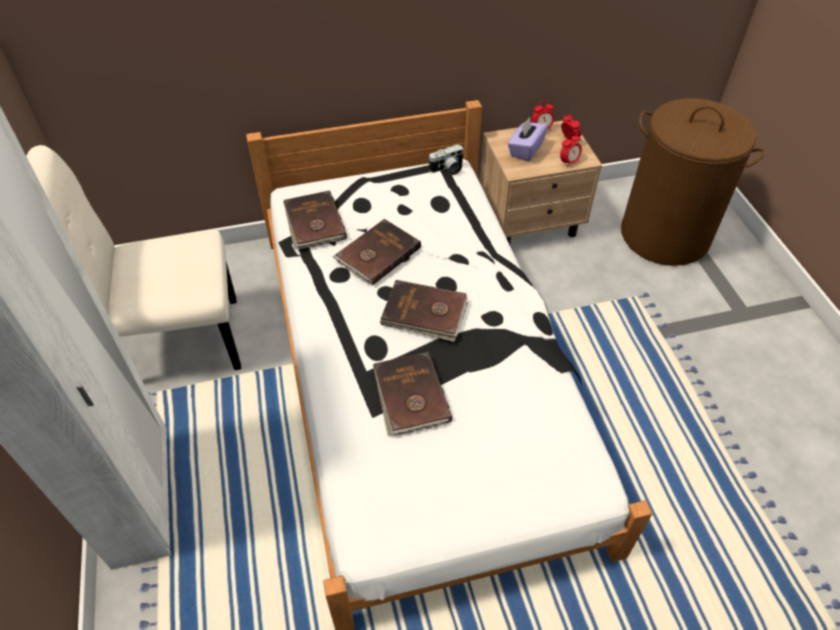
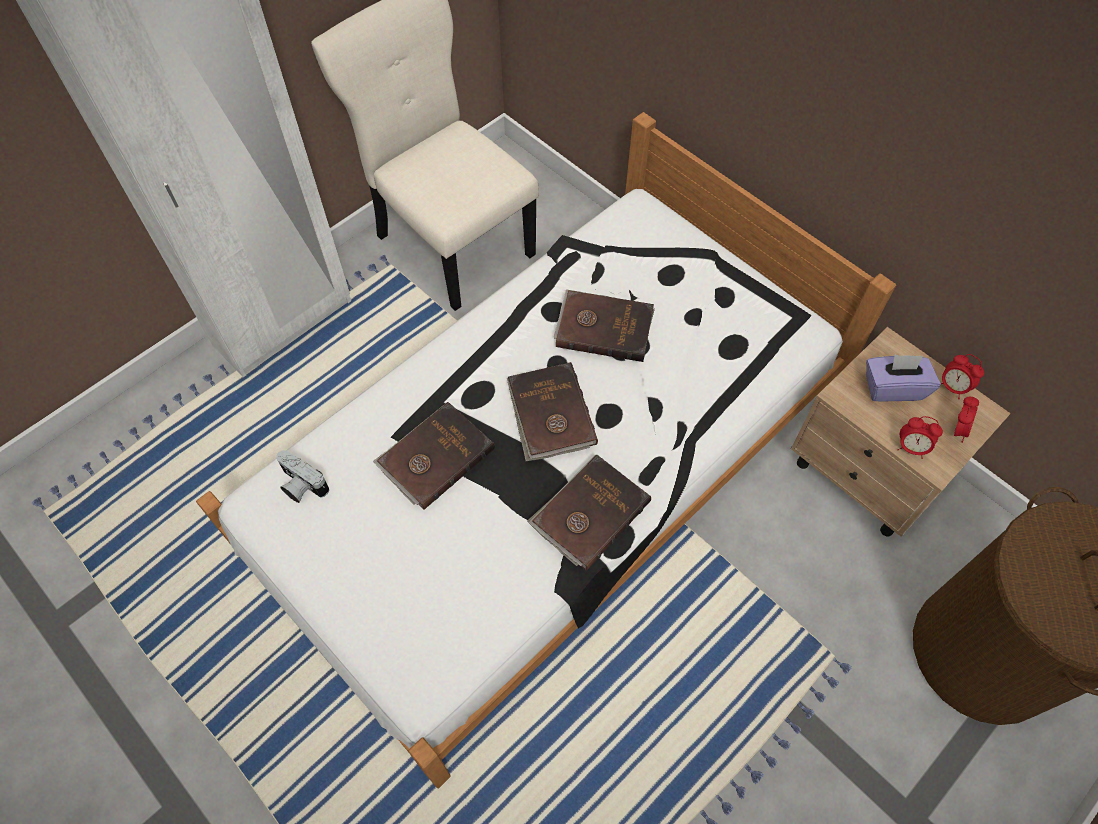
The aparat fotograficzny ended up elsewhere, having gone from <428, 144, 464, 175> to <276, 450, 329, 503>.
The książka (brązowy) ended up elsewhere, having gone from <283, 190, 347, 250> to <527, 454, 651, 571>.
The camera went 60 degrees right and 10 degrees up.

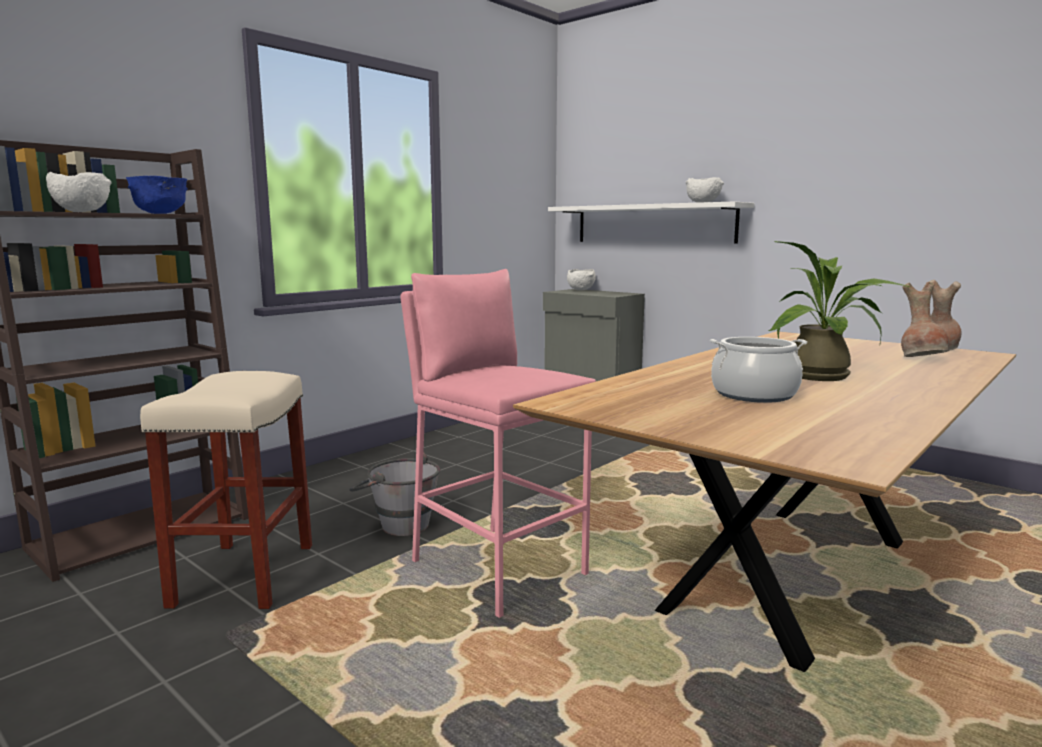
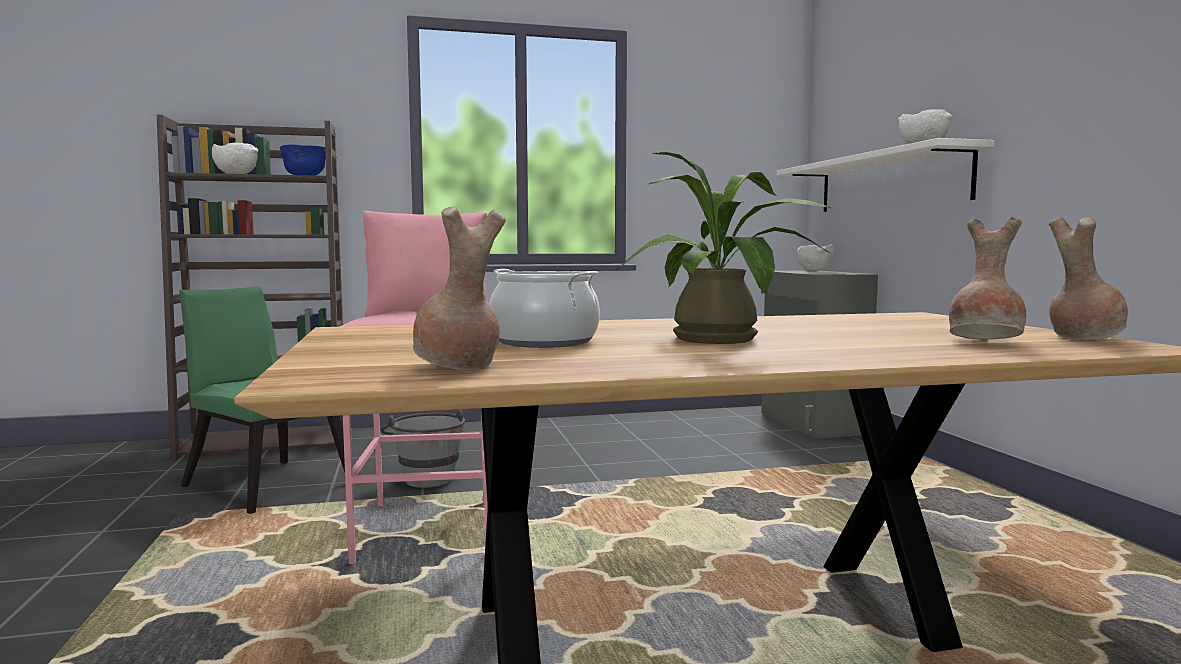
Where the stołek (beżowy) stood at <140, 371, 312, 609>, the krzesło (zielony) came to stand at <179, 286, 345, 514>.
The second view gained the wazon (brązowy) at <413, 206, 506, 370>.
The camera went 35 degrees right and 5 degrees down.

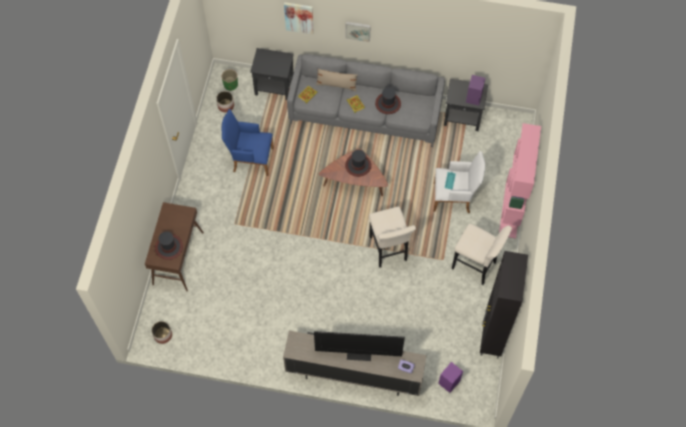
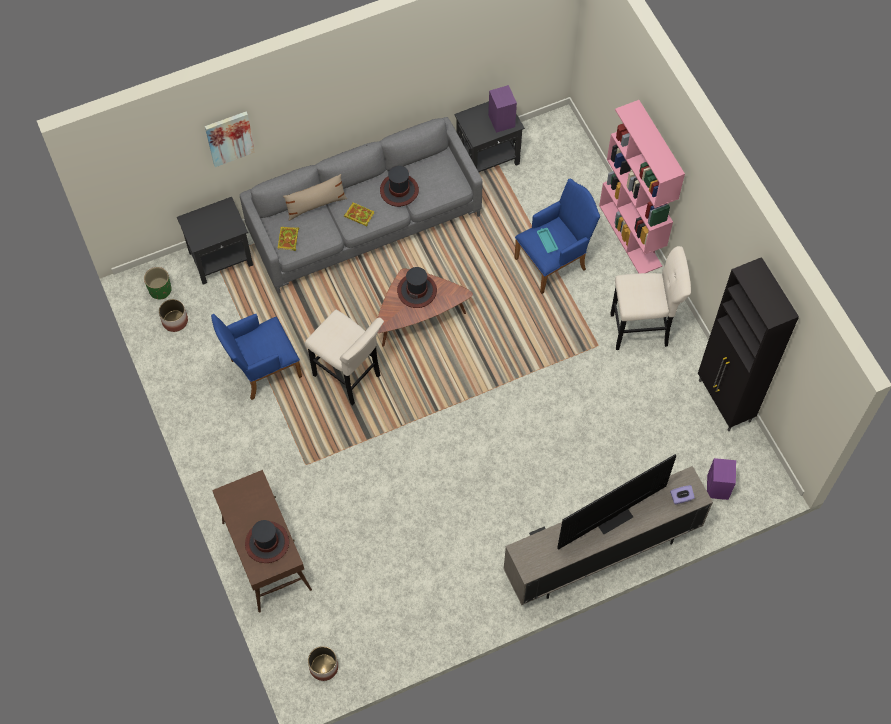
The second view lost the obraz at <346, 21, 371, 42>.
What was the fotel (biały) at <434, 151, 485, 213> turned into the fotel (niebieski) at <515, 179, 600, 294>.
The stołek (beżowy) ended up elsewhere, having gone from <369, 207, 416, 268> to <305, 310, 384, 406>.
The camera went 35 degrees left and 0 degrees up.

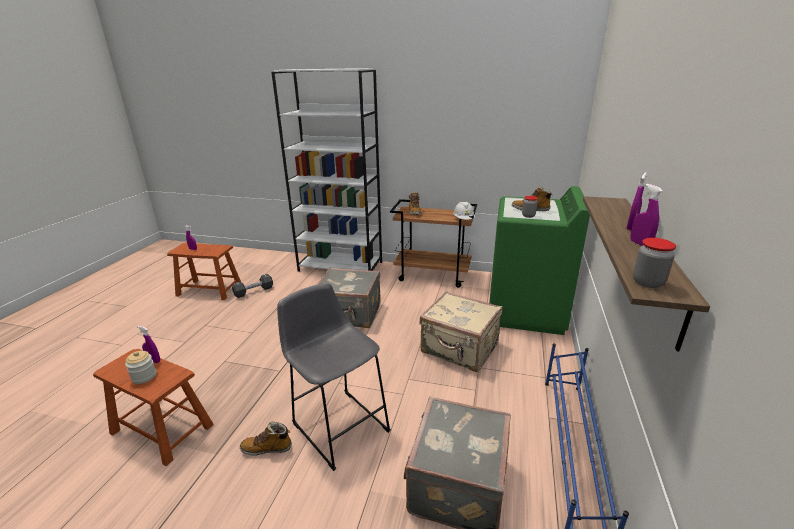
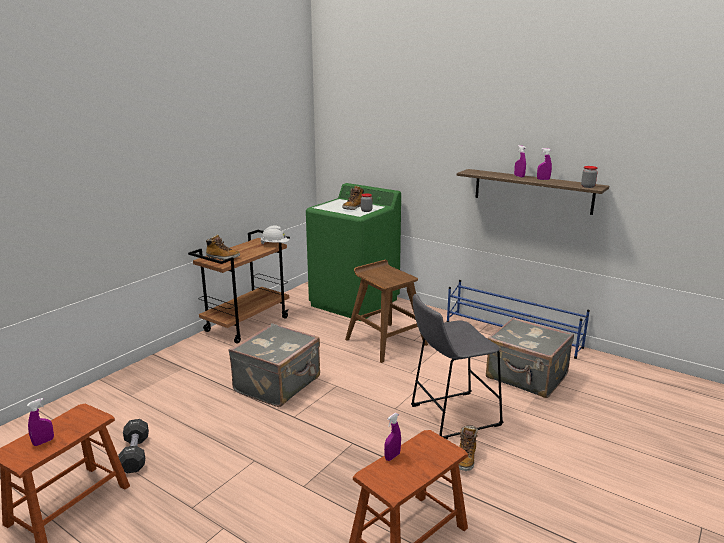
The second view lost the regał (biały) at <271, 68, 382, 272>.
Where the walizka (beżowy) stood at <419, 291, 503, 372>, the stołek (brązowy) came to stand at <345, 260, 428, 363>.
The second view lost the słoik at <125, 351, 156, 384>.
The camera went 70 degrees left and 5 degrees down.

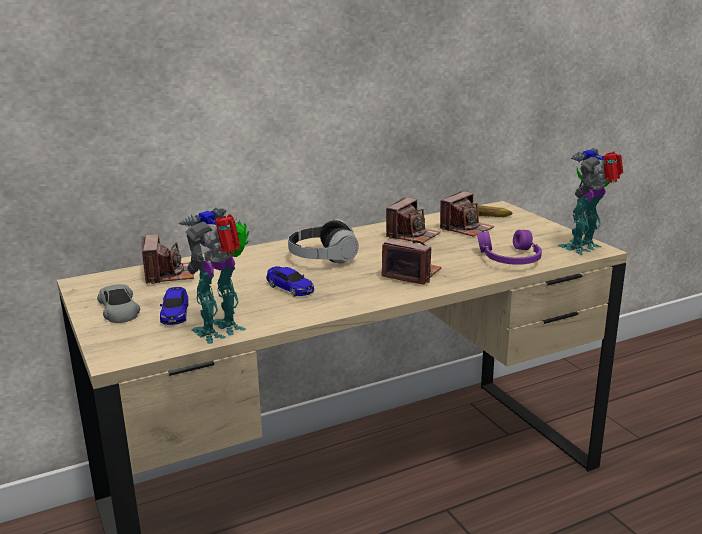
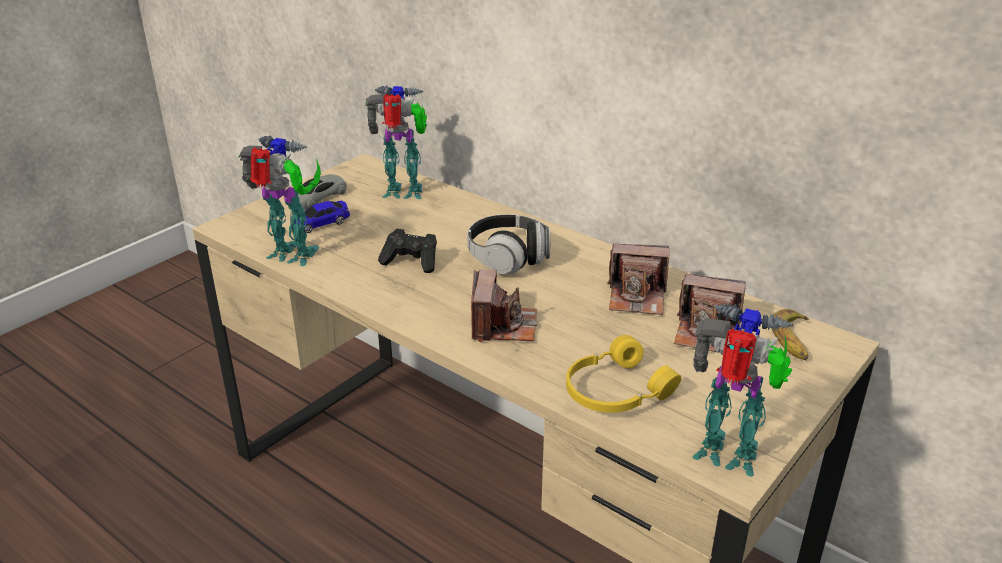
What was the słuchawki (fioletowy) at <477, 230, 542, 265> turned into the słuchawki (żółty) at <566, 335, 681, 413>.
Where the aparat fotograficzny stood at <141, 234, 194, 284>, the robot zabawkowy came to stand at <365, 85, 427, 199>.
Where the samochodzik stood at <266, 266, 314, 297>, the pad do gier (czarny) came to stand at <378, 229, 437, 273>.
The camera went 65 degrees right and 10 degrees up.

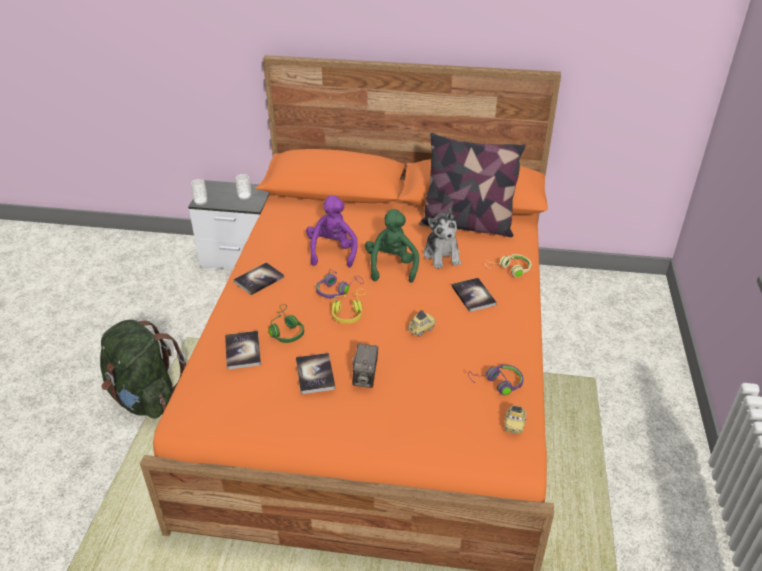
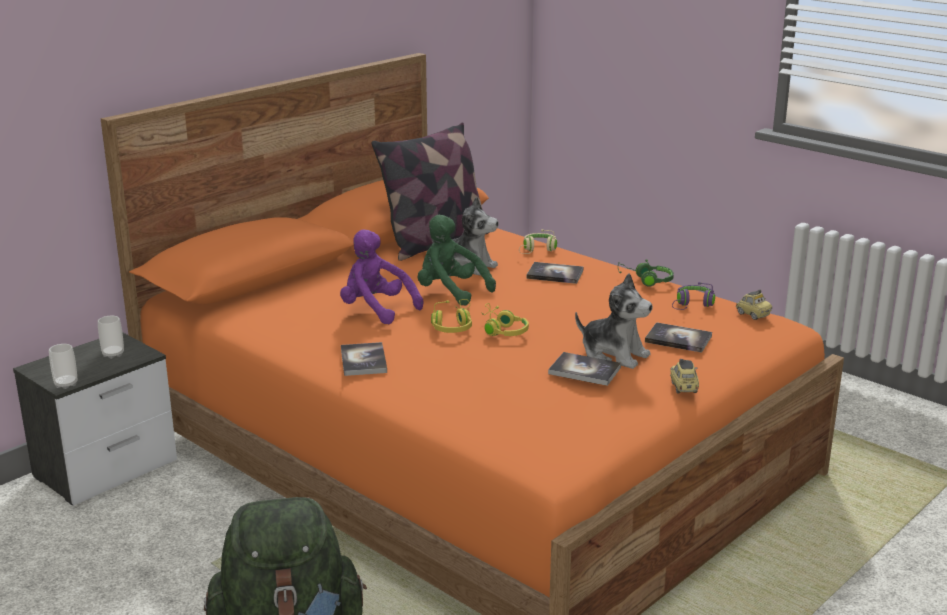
What was the słuchawki (fioletowy) at <316, 269, 364, 298> turned into the słuchawki (żółty) at <431, 299, 472, 333>.
The słuchawki (zielony) ended up elsewhere, having gone from <269, 304, 304, 343> to <618, 259, 674, 287>.
The samochodzik ended up elsewhere, having gone from <407, 310, 436, 337> to <670, 359, 699, 394>.
The książka ended up elsewhere, having gone from <225, 331, 261, 370> to <645, 322, 712, 353>.
Where the aparat fotograficzny stood at <352, 343, 378, 388>, the pluszak came to stand at <575, 273, 653, 369>.
The camera went 55 degrees left and 15 degrees down.

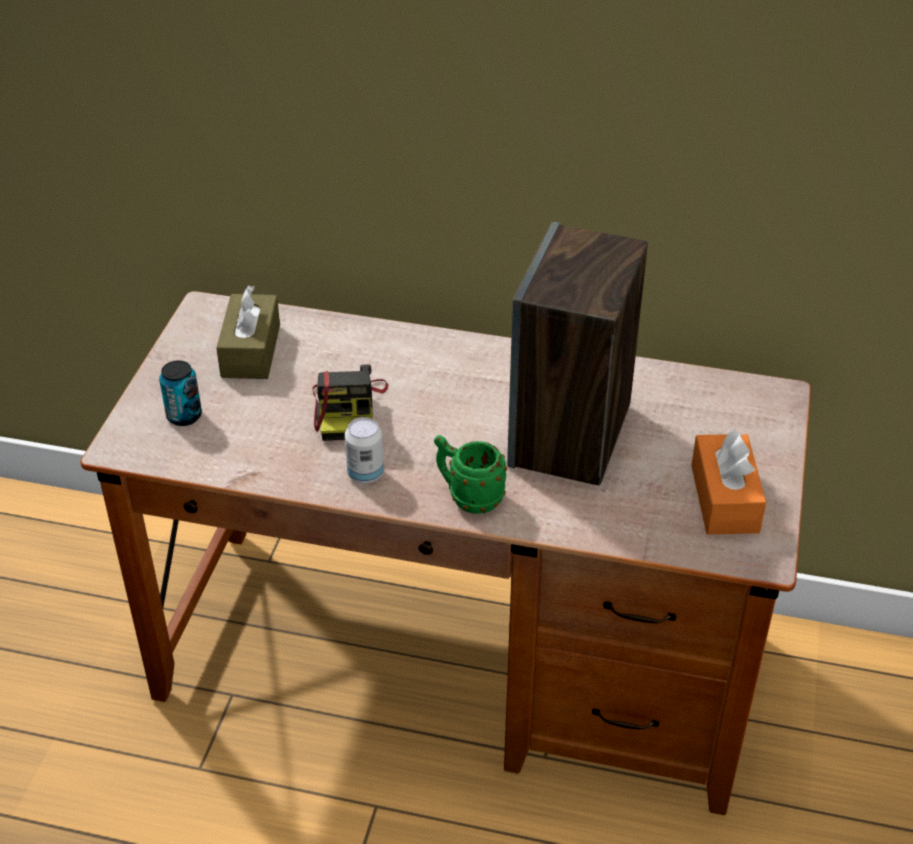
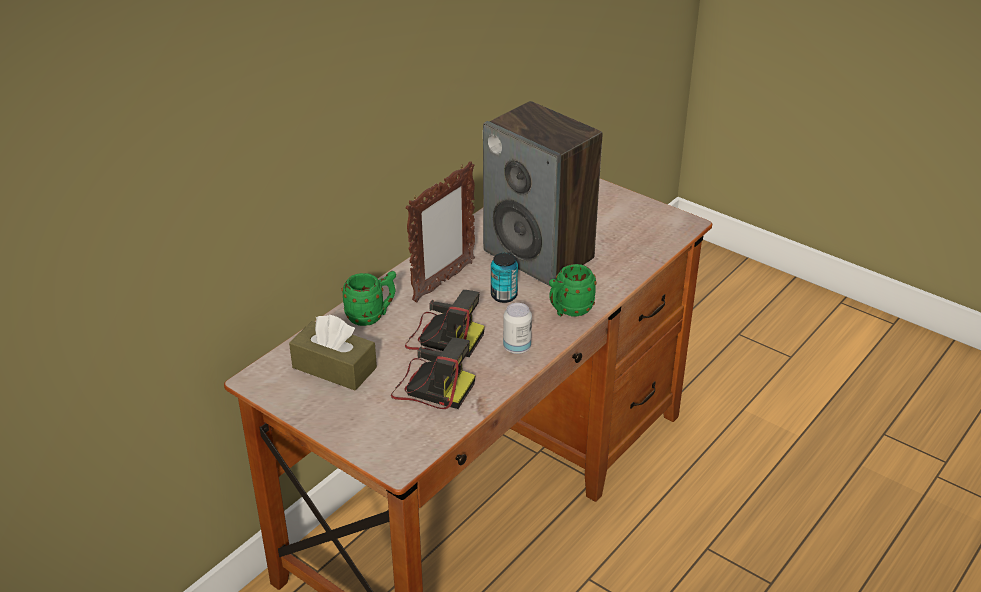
The puszka ended up elsewhere, having gone from <159, 360, 202, 426> to <491, 253, 518, 303>.
The second view lost the pudełko chusteczek (pomarańczowy) at <691, 429, 766, 534>.
The second view gained the ramka na zdjęcie at <406, 161, 475, 303>.
The second view gained the kubek (zielony) at <341, 271, 396, 326>.
The second view gained the aparat fotograficzny at <391, 338, 475, 409>.
The camera went 65 degrees left and 5 degrees down.

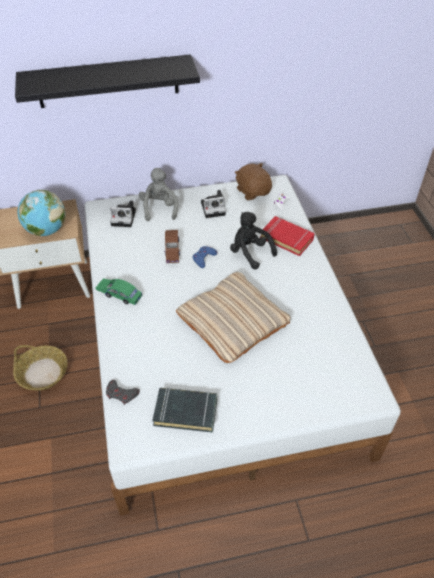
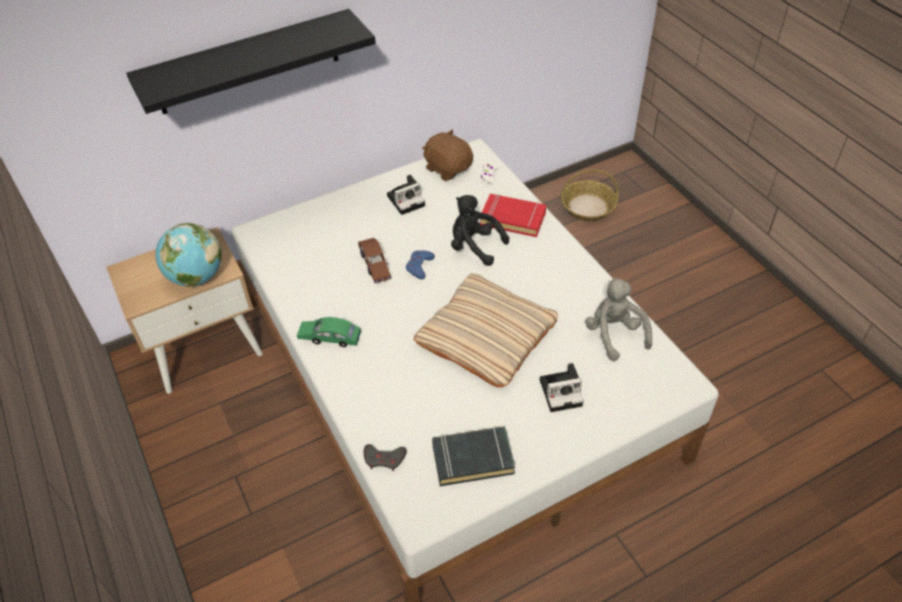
The pluszak (szary) ended up elsewhere, having gone from <139, 168, 178, 221> to <585, 277, 652, 361>.
The aparat fotograficzny ended up elsewhere, having gone from <110, 200, 136, 227> to <540, 363, 584, 412>.
The koszyk ended up elsewhere, having gone from <13, 345, 68, 391> to <561, 169, 619, 221>.
The camera went 15 degrees left and 0 degrees up.

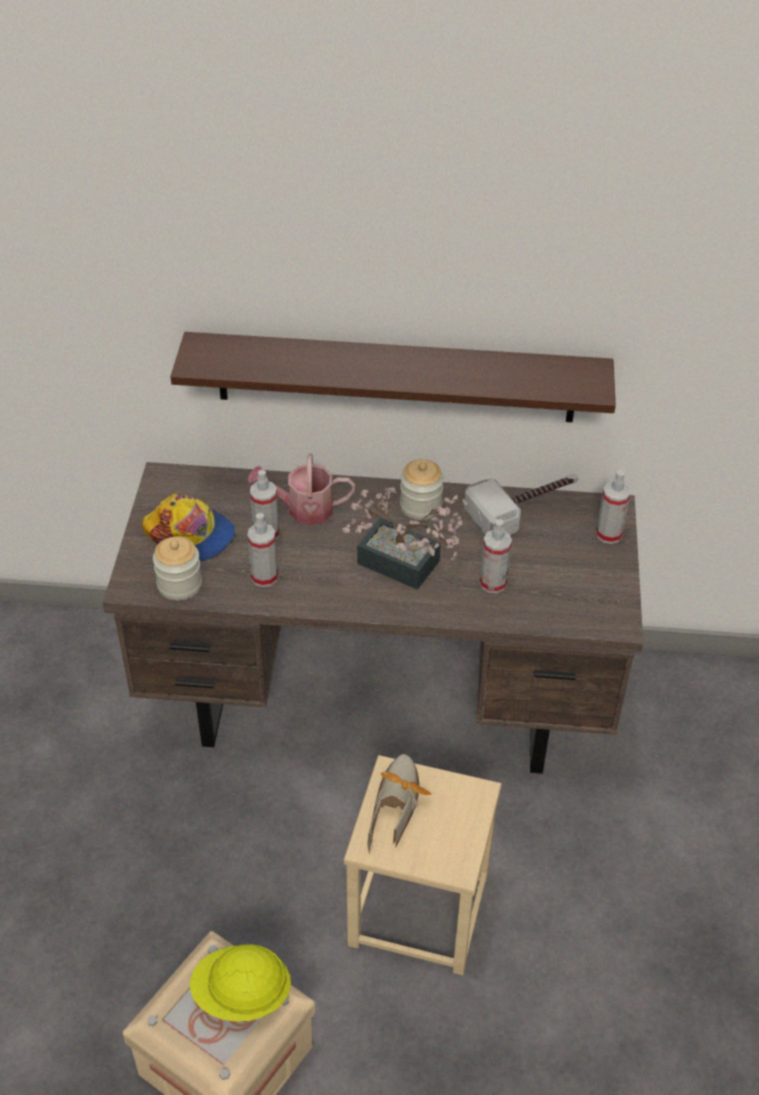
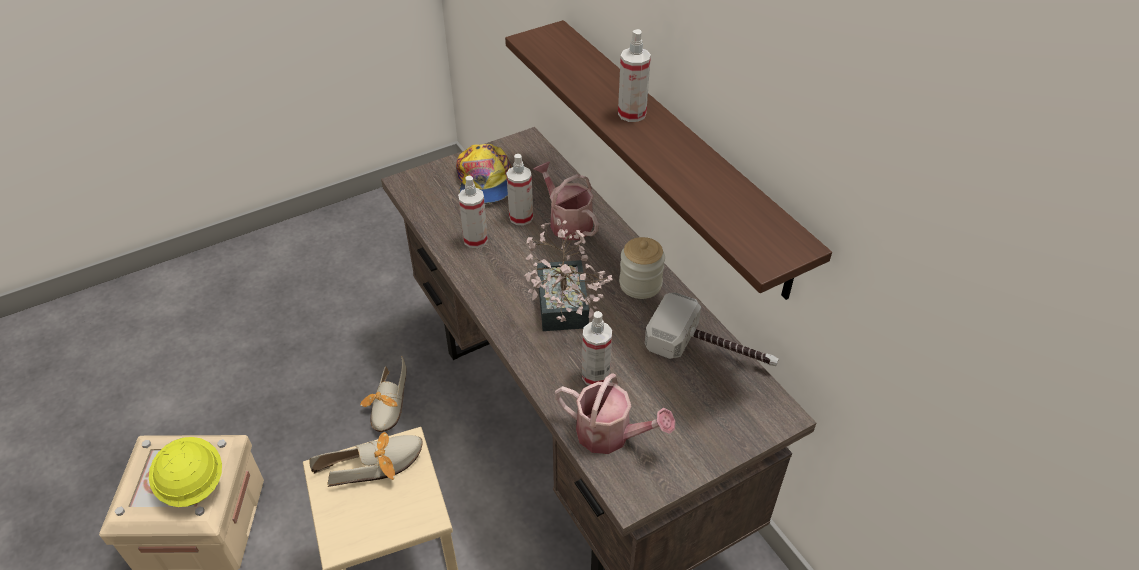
The spryskiwacz ended up elsewhere, having gone from <596, 470, 631, 544> to <618, 29, 651, 122>.
The second view lost the słoik at <153, 536, 202, 600>.
The second view gained the but at <360, 356, 406, 432>.
The second view gained the konewka at <555, 373, 675, 454>.
The camera went 55 degrees right and 0 degrees up.

